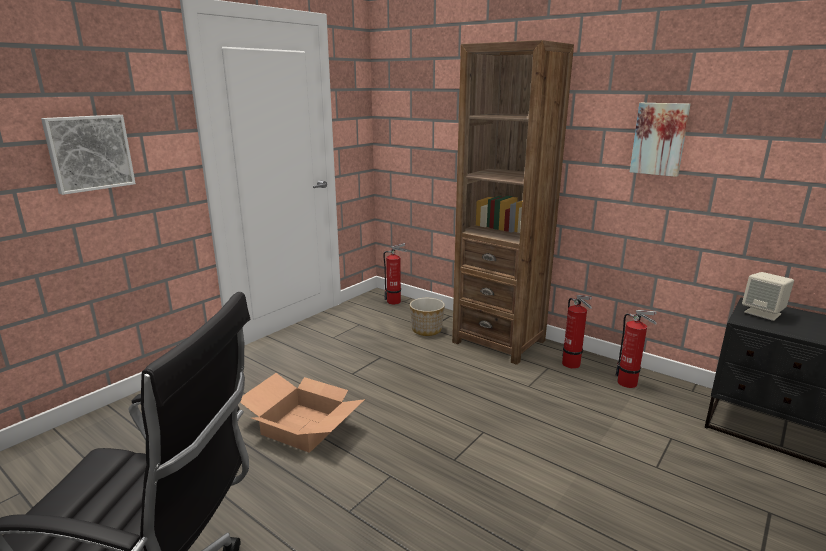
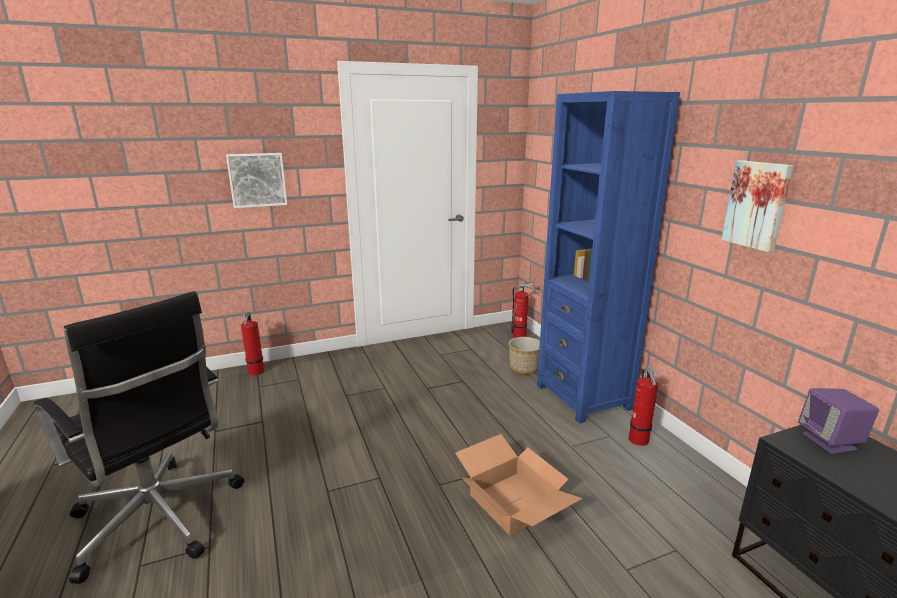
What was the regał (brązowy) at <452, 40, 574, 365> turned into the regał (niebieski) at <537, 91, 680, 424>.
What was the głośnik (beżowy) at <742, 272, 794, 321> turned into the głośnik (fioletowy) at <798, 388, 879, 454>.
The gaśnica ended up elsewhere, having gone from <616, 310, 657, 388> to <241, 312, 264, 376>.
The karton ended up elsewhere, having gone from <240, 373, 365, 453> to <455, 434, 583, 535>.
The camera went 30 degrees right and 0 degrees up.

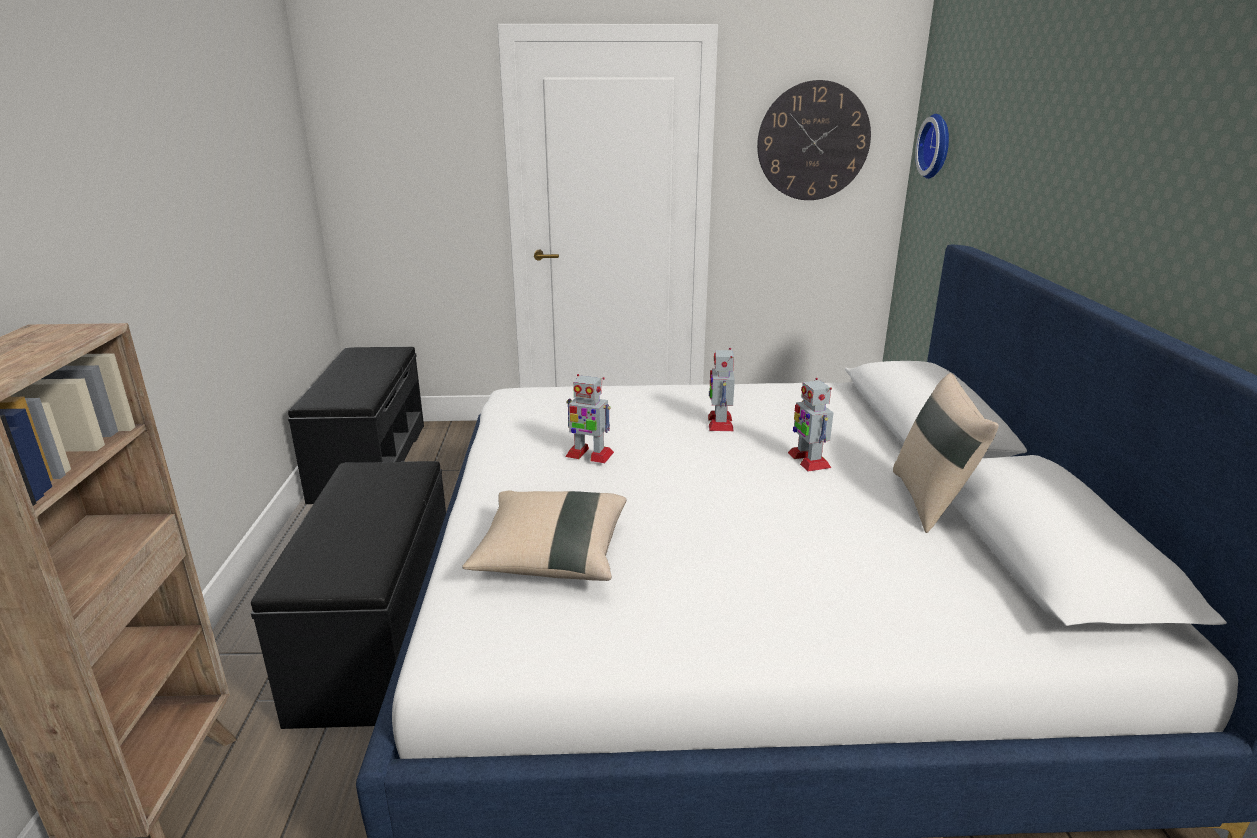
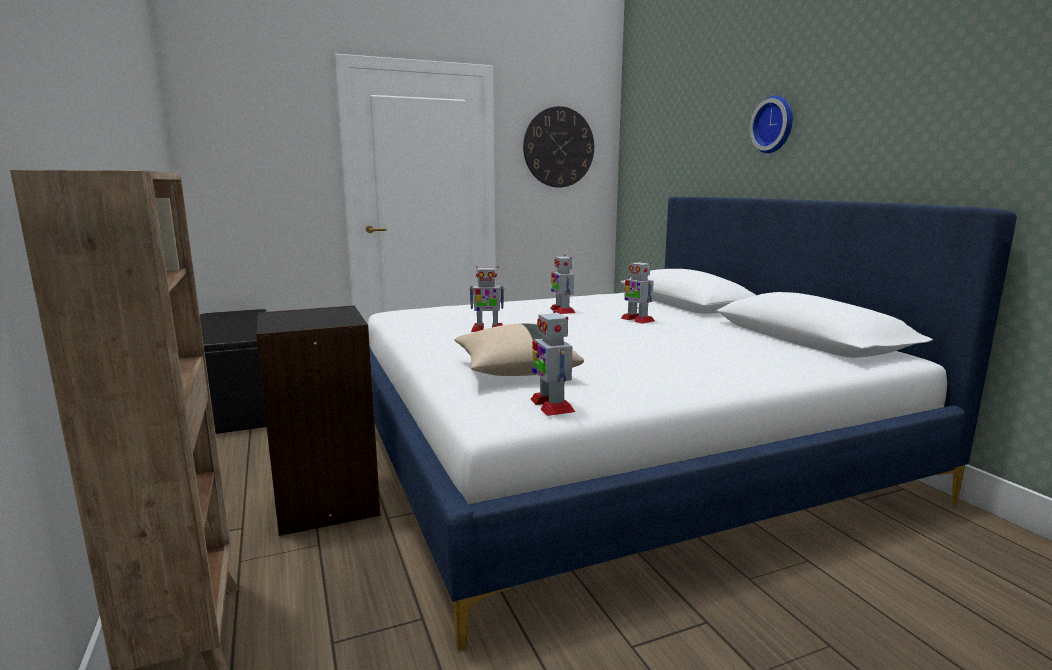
The zegar ścienny ended up elsewhere, having gone from <915, 114, 949, 179> to <749, 96, 793, 153>.
The second view lost the poduszka (beżowy) at <893, 373, 999, 533>.
Where the ławka (czarny) stood at <251, 461, 446, 729>, the regał (czarny) came to stand at <256, 305, 381, 536>.
The second view gained the robot zabawkowy at <530, 310, 575, 416>.
The camera went 20 degrees left and 10 degrees down.

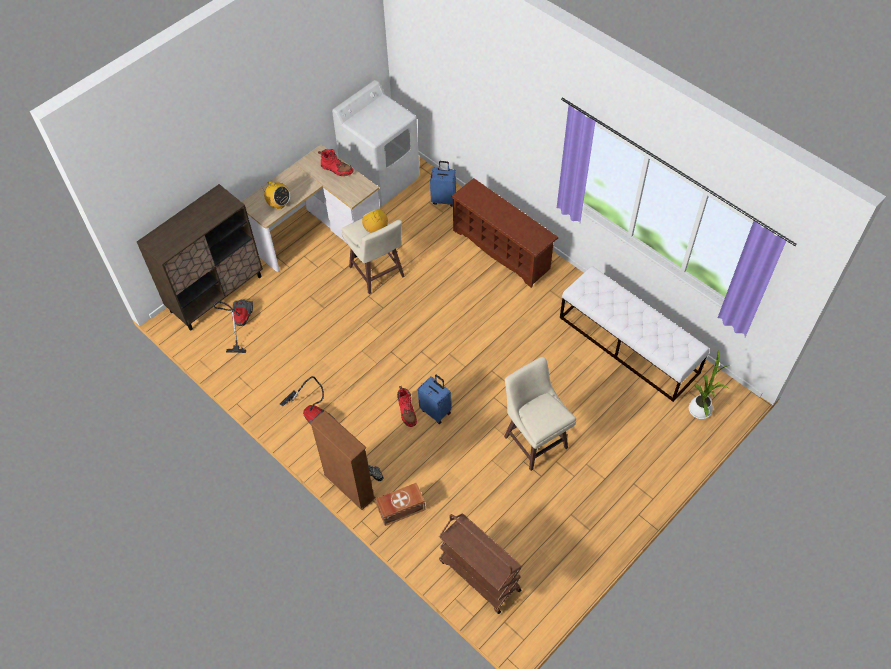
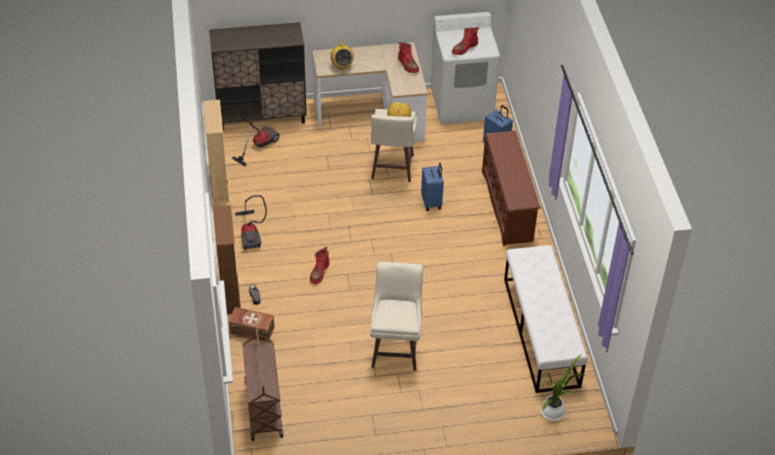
The walizka (niebieski) ended up elsewhere, having gone from <418, 375, 451, 424> to <421, 163, 444, 211>.
The second view gained the but z cholewką (czerwony) at <452, 27, 479, 55>.
The second view gained the regał (beżowy) at <203, 100, 230, 204>.
The camera went 35 degrees right and 10 degrees down.

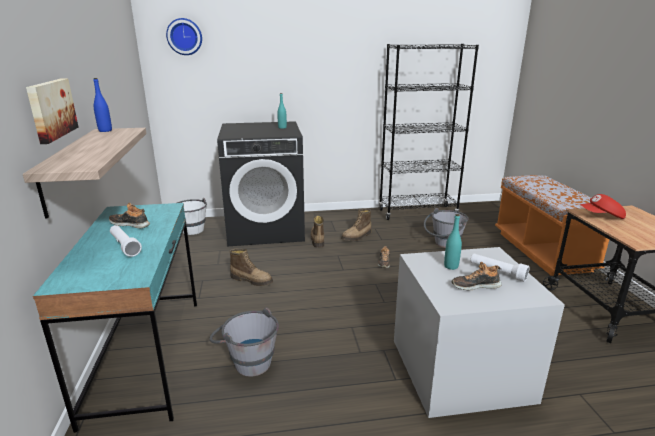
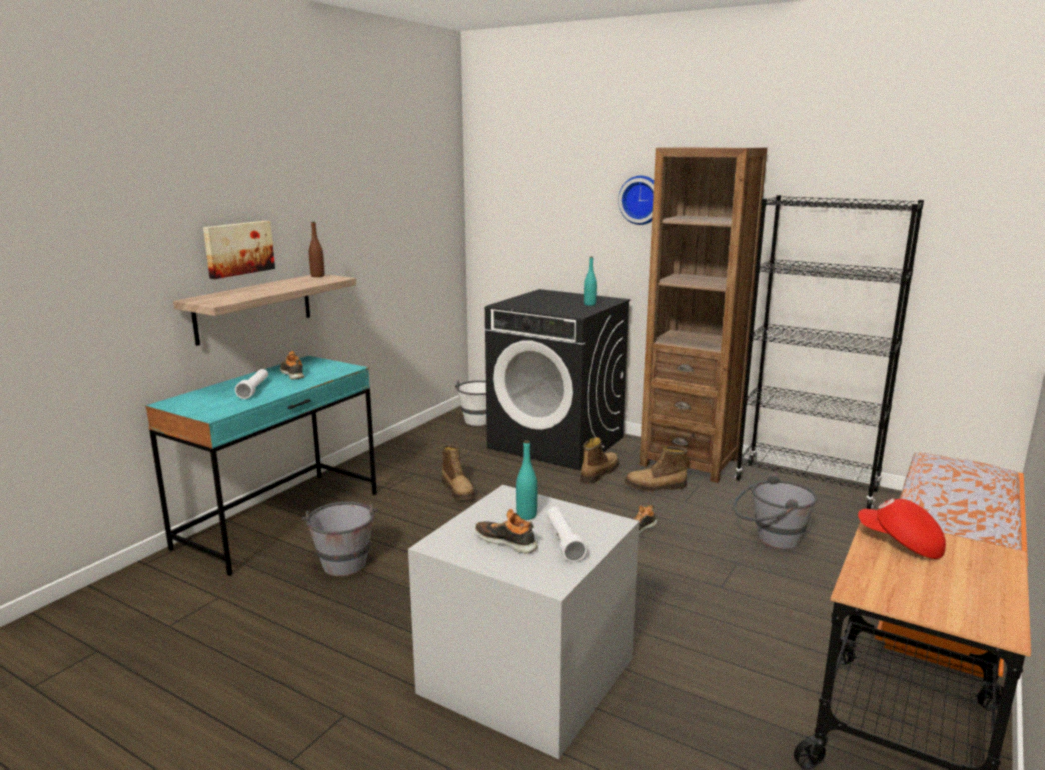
The zegar ścienny ended up elsewhere, having gone from <166, 18, 202, 55> to <618, 176, 654, 225>.
What was the butelka (niebieski) at <93, 78, 112, 132> turned into the butelka (brązowy) at <309, 222, 324, 277>.
The second view gained the regał (brązowy) at <640, 147, 767, 483>.
The camera went 40 degrees right and 5 degrees down.

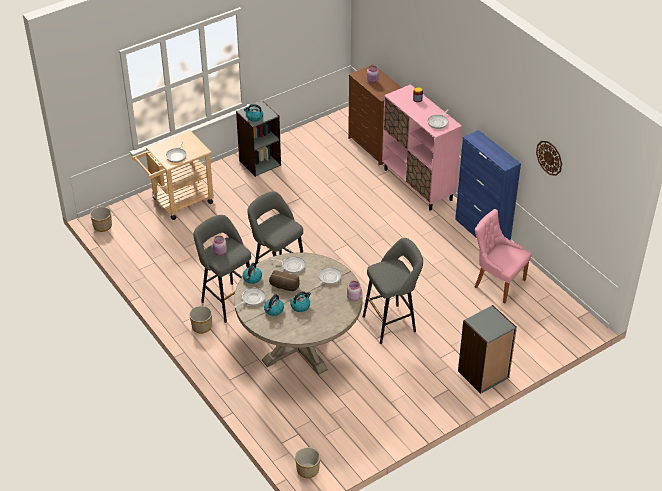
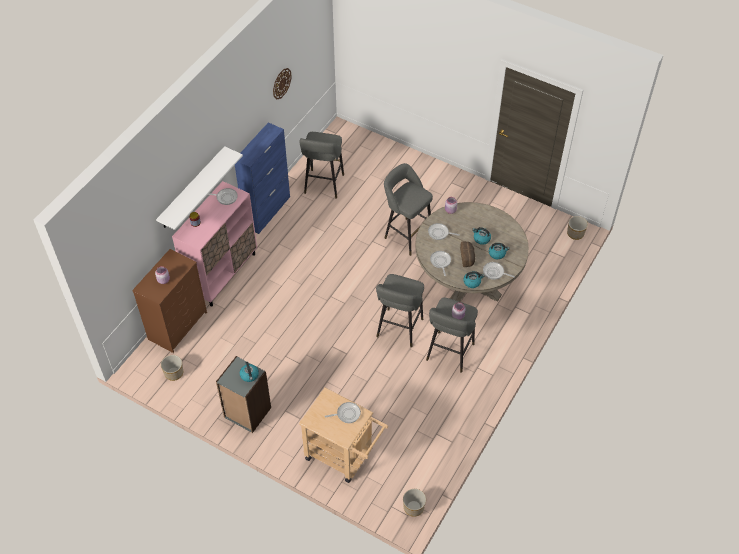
Where the krzesło (różowy) stood at <474, 209, 531, 303>, the stołek (szary) came to stand at <299, 132, 344, 199>.
The second view lost the regał (szary) at <458, 305, 517, 394>.
The donica ended up elsewhere, having gone from <189, 306, 212, 333> to <161, 355, 183, 381>.
The second view gained the półka (biały) at <156, 146, 243, 230>.
The camera went 115 degrees left and 10 degrees up.

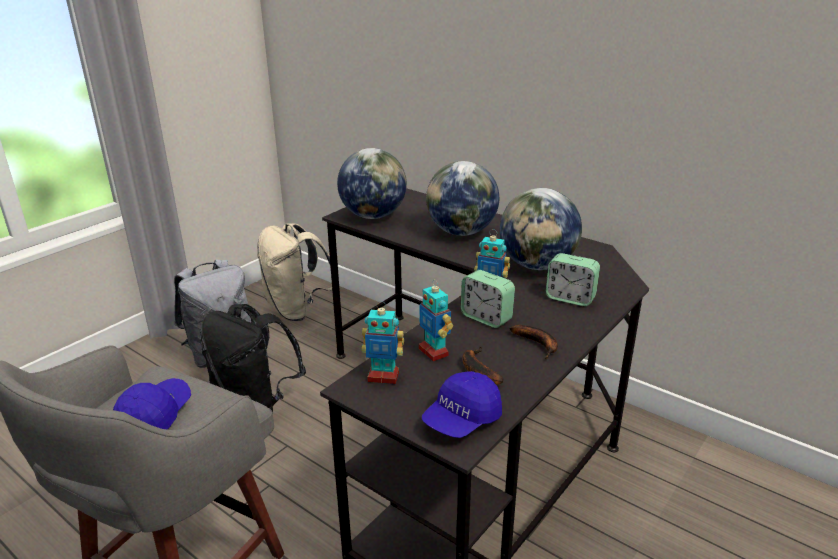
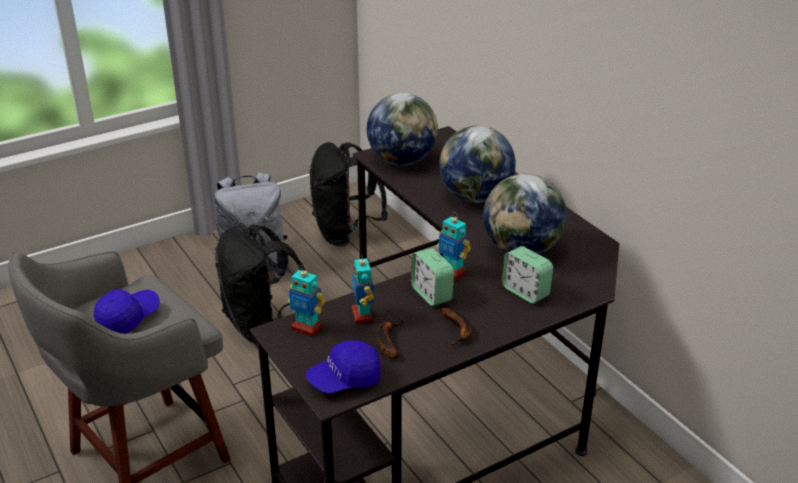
What was the plecak (beżowy) at <257, 223, 332, 321> turned into the plecak (czarny) at <310, 142, 388, 247>.
The camera went 20 degrees right and 5 degrees up.

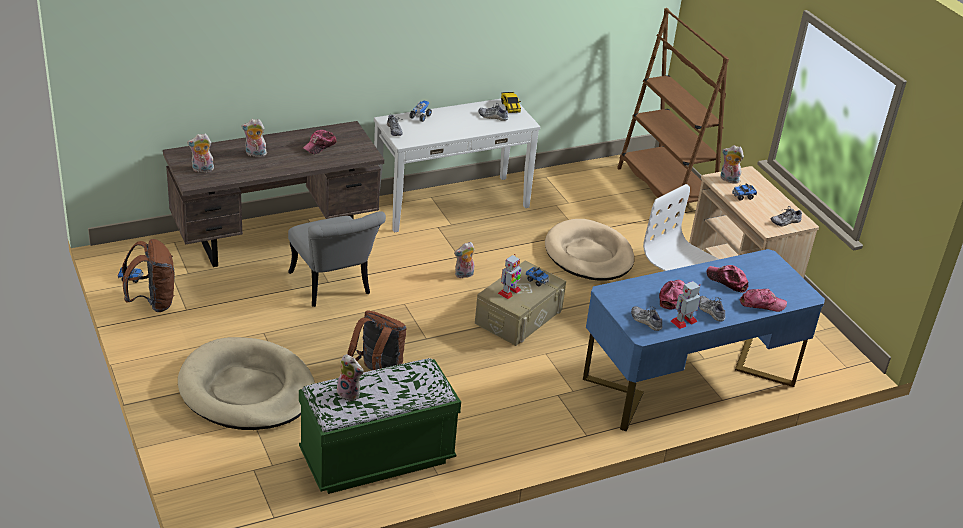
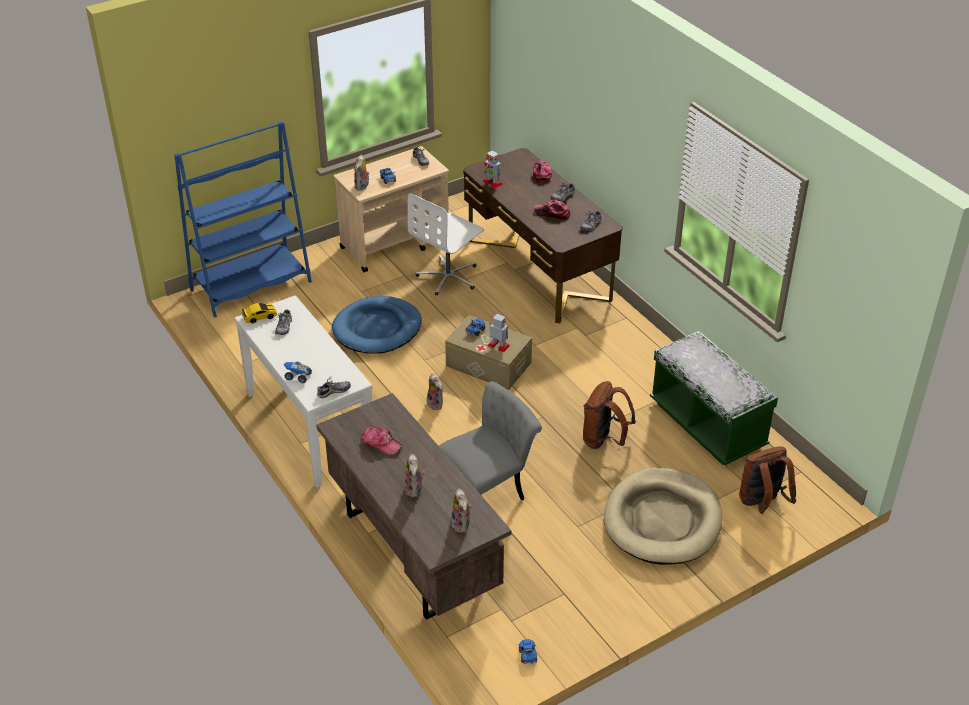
What was the regał (brązowy) at <617, 8, 729, 217> turned into the regał (niebieski) at <175, 122, 312, 318>.
What was the legowisko (beżowy) at <545, 219, 634, 281> turned into the legowisko (niebieski) at <332, 296, 422, 354>.
The plecak (brązowy) ended up elsewhere, having gone from <122, 239, 175, 312> to <739, 447, 797, 514>.
What was the biurko (niebieski) at <583, 249, 825, 431> turned into the biurko (brązowy) at <463, 148, 623, 323>.
The second view lost the czapka z daszkiem at <707, 265, 749, 293>.
The robot zabawkowy ended up elsewhere, having gone from <671, 281, 700, 329> to <483, 150, 503, 189>.
The second view lost the pluszak at <337, 354, 364, 401>.
The camera went 95 degrees left and 5 degrees up.

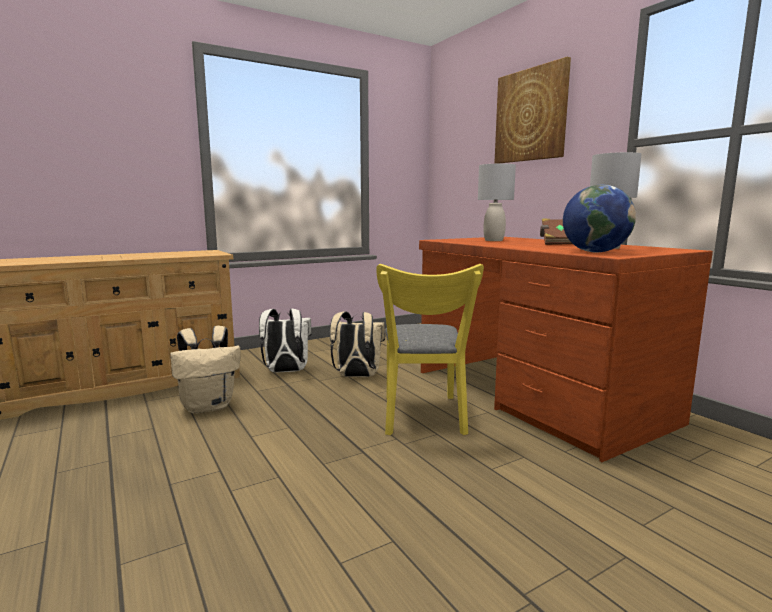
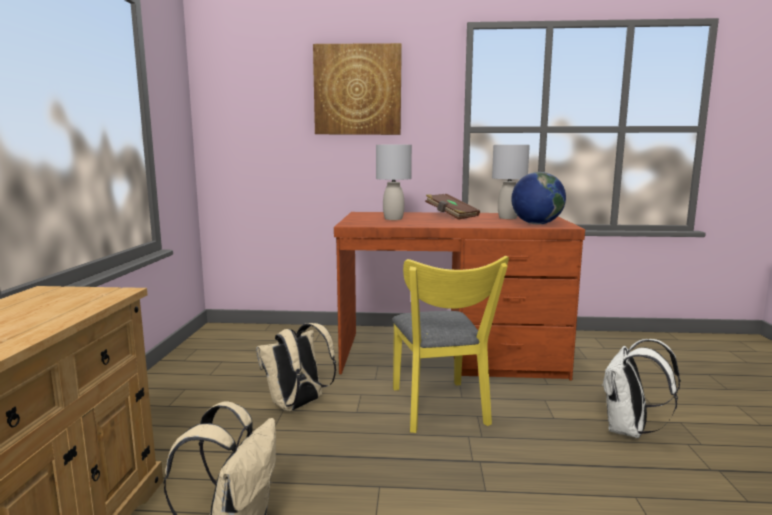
The krzesło (żółty) at <376, 264, 484, 435> ended up facing another way, 45 degrees clockwise from before.
The plecak (biały) ended up elsewhere, having gone from <259, 309, 312, 372> to <602, 339, 681, 438>.
The camera went 55 degrees left and 0 degrees up.

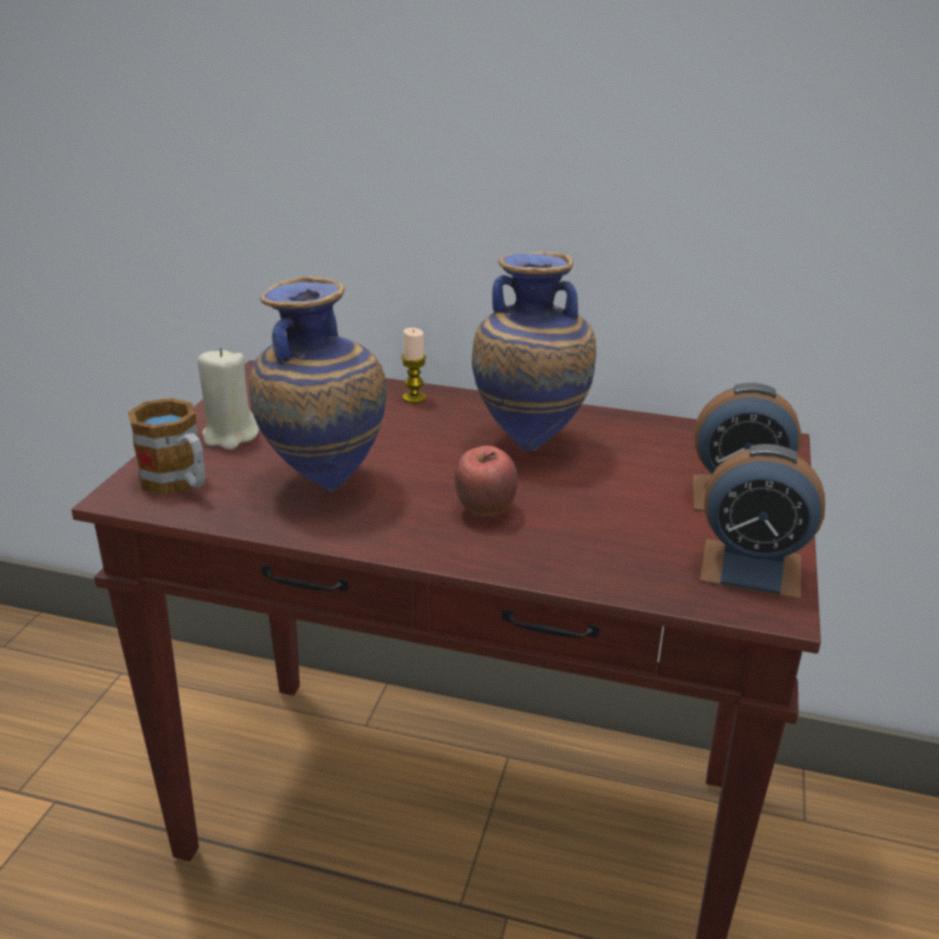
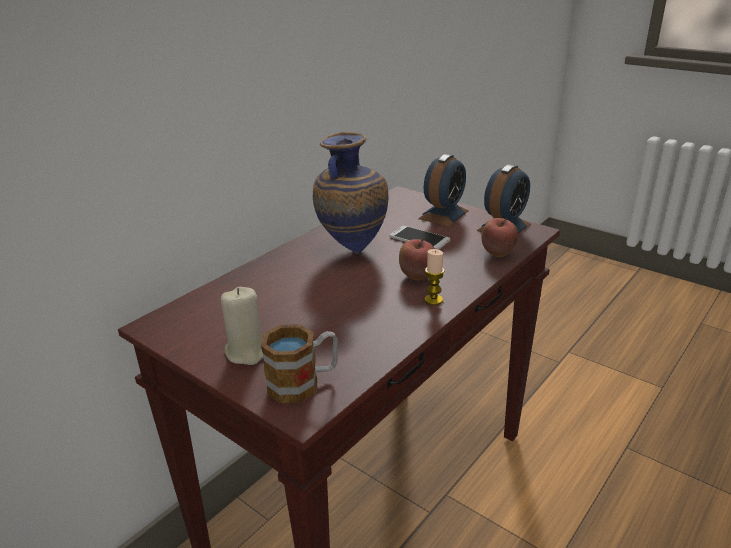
The second view lost the wazon at <249, 276, 386, 492>.
The świeca ended up elsewhere, having gone from <401, 328, 426, 403> to <424, 249, 445, 305>.
The second view gained the jabłko at <482, 218, 518, 257>.
The second view gained the telefon at <390, 226, 450, 250>.
The camera went 65 degrees left and 0 degrees up.

